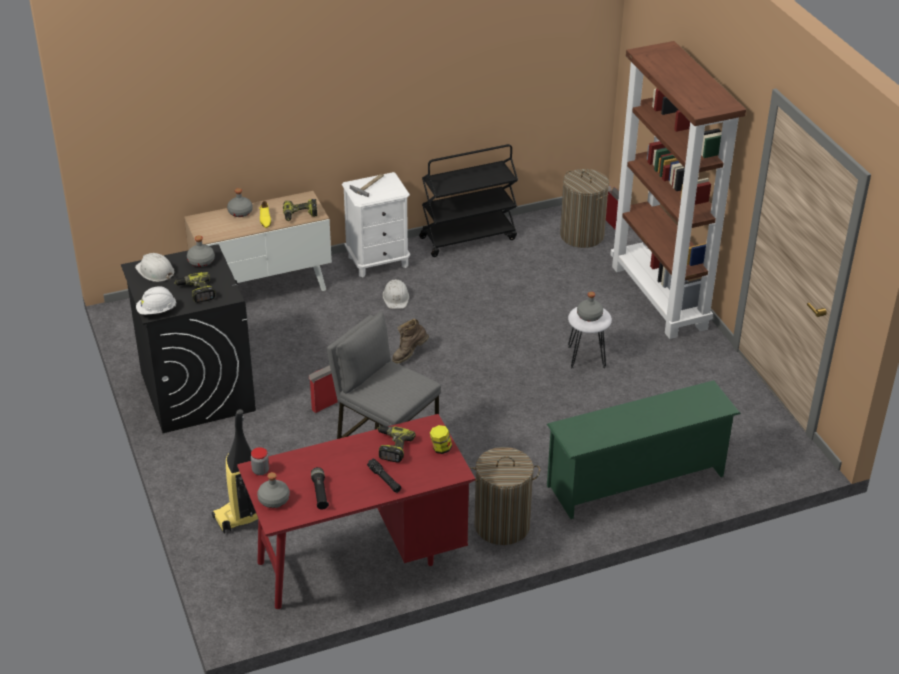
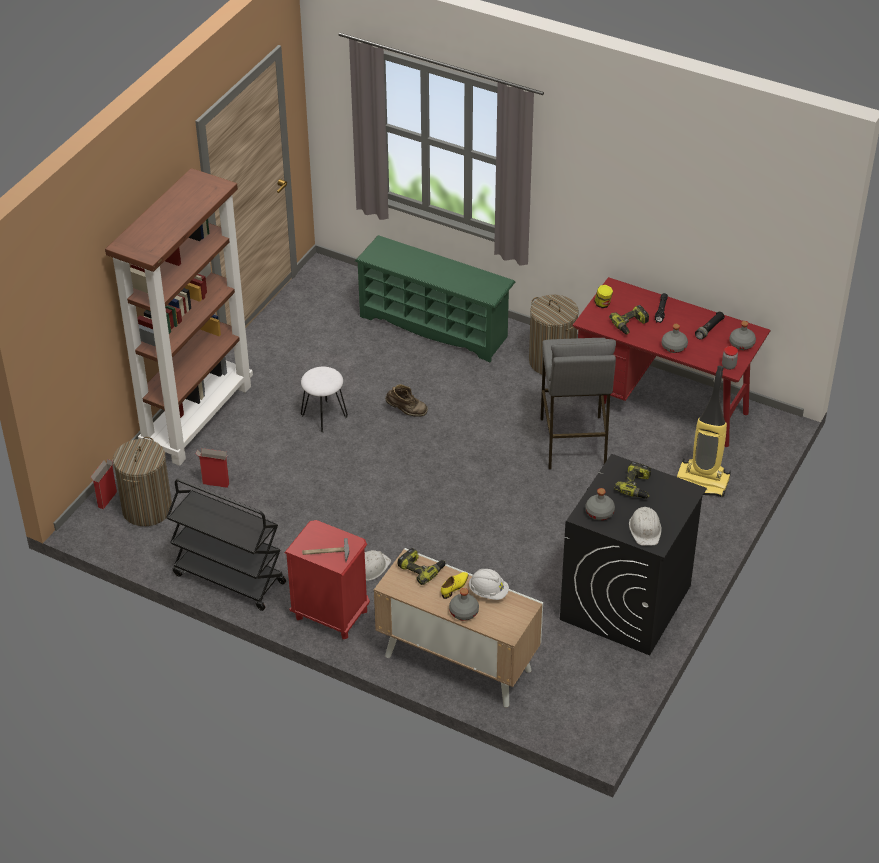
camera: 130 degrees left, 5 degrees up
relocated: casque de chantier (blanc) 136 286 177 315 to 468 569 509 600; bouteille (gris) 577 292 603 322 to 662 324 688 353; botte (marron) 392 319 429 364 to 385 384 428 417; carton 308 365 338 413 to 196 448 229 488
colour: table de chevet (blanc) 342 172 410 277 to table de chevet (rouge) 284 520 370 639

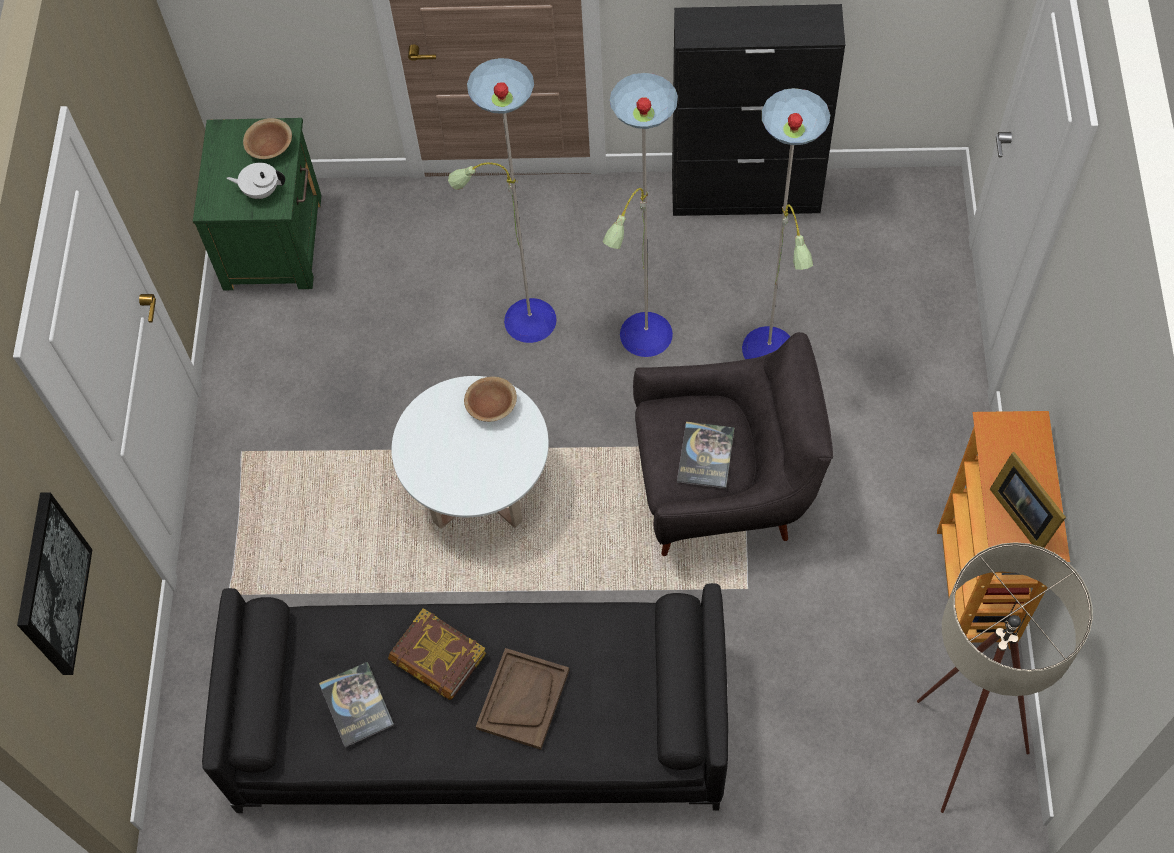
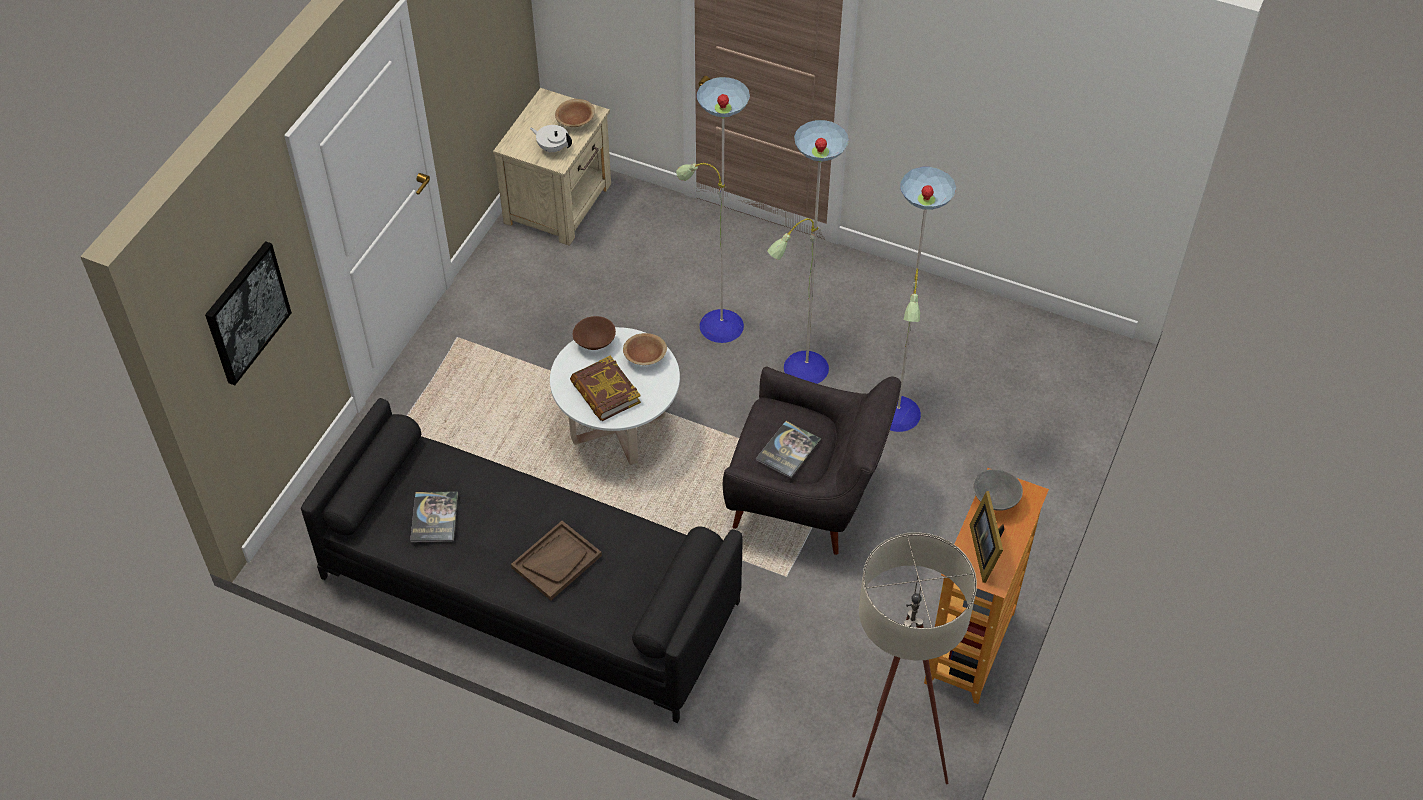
camera: 20 degrees right, 10 degrees down
missing: meuble de rangement (noir) 672 4 845 216
appeared: bol (marron) 573 316 616 350; bol (gris) 973 469 1023 511
relocated: livre 388 608 486 700 to 570 355 641 421
colour: table de chevet (vert) 193 118 321 290 to table de chevet (beige) 493 88 611 246

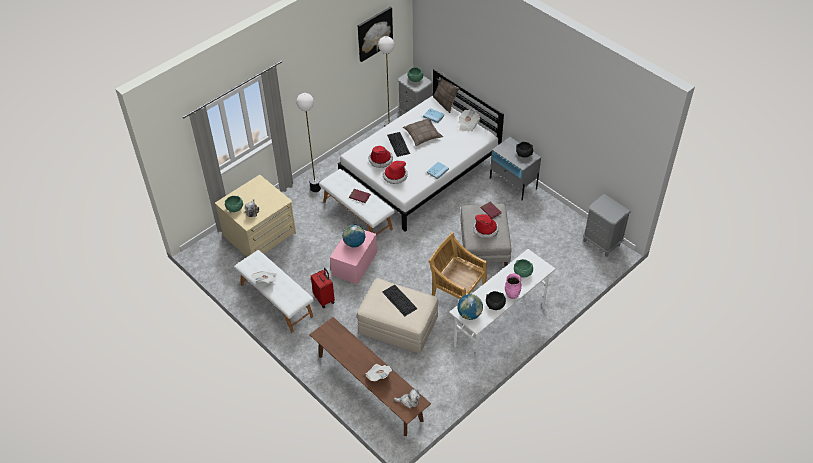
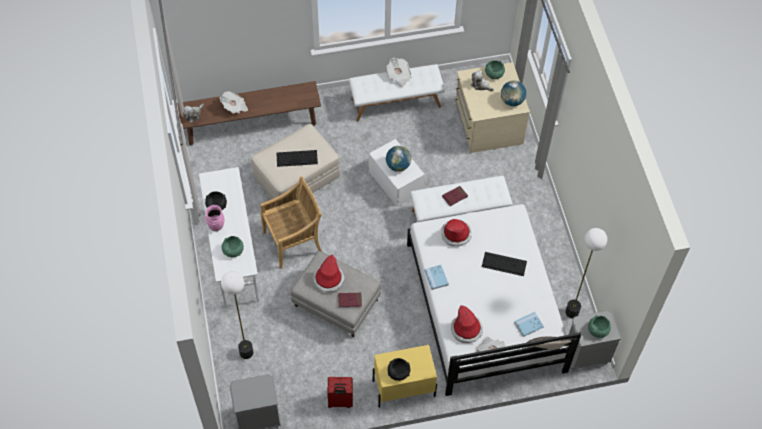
camera: 120 degrees right, 10 degrees up
missing: tableau 358 7 393 62; coussin 403 118 443 146
relocated: lampadaire 296 93 321 192 to 221 271 253 359; chapeau 368 146 393 168 to 451 305 483 343; valise (rouge) 311 268 335 308 to 327 377 353 408; globe 458 294 483 320 to 501 80 526 106
colour: table de chevet (gris) 490 137 541 200 to table de chevet (jaune) 373 345 437 408; boîte de rangement (rose) 330 230 377 285 to boîte de rangement (blanc) 369 139 425 206

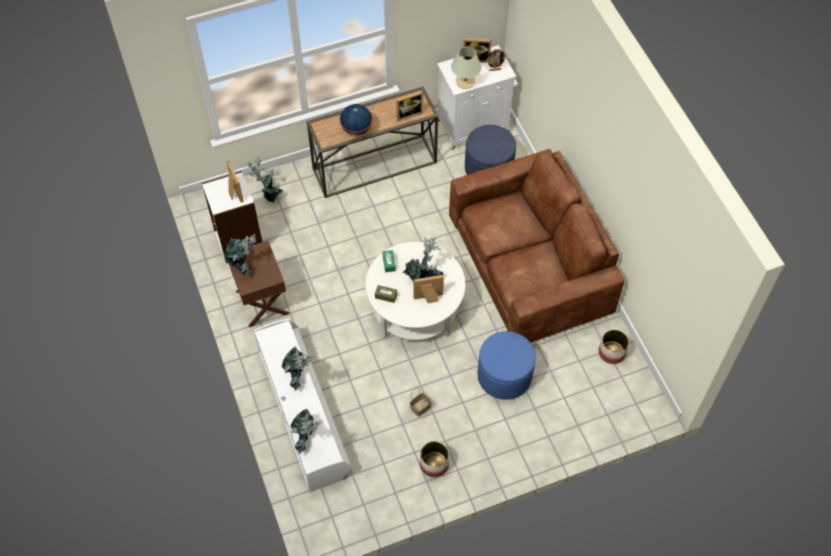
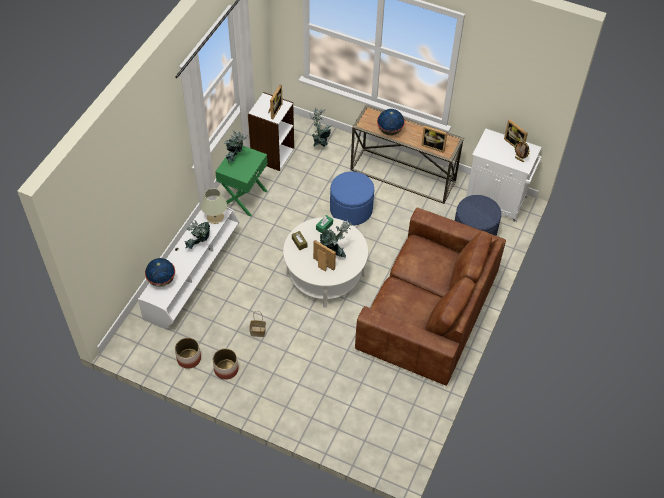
camera: 45 degrees right, 5 degrees down
relocated: lampe de table (beige) 451 47 481 89 to 201 188 227 224; cache-pot 599 329 629 364 to 175 338 201 369; pouf (bleu) 477 331 536 400 to 330 171 374 225
exchanged: plante en pot 290 409 322 454 to globe 145 258 175 287
colour: table de chevet (marron) 229 240 290 327 to table de chevet (vert) 215 145 268 216

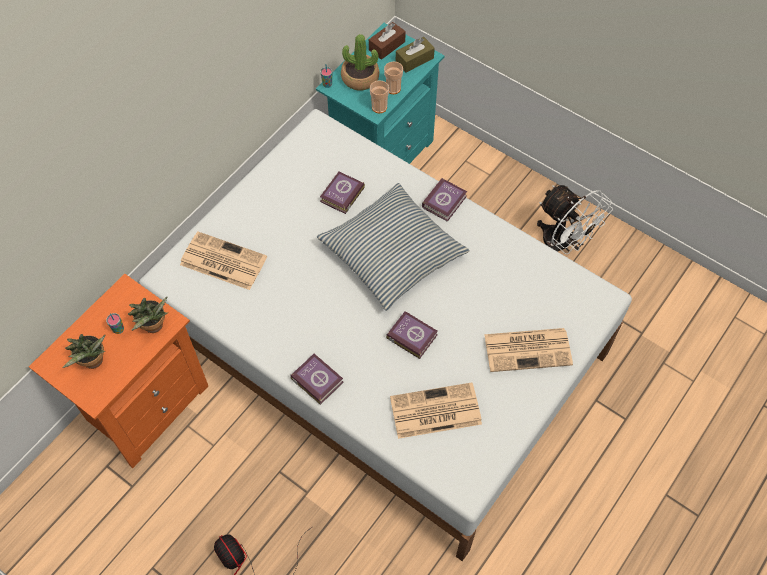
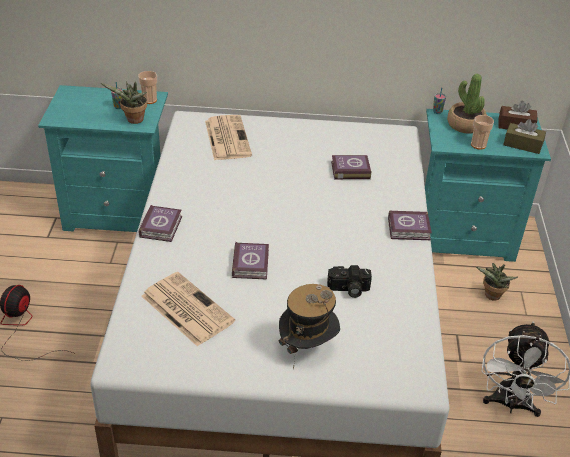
camera: 55 degrees right, 20 degrees down
missing: coussin 317 183 470 311
appeared: appareil photo 327 265 372 298
relocated: tasse 370 80 389 113 to 138 71 157 104; plante en pot 62 334 105 369 to 476 263 518 301
exchanged: journal 484 328 573 372 to chapeau 279 284 340 369
colour: table de chevet (orange) 29 274 208 468 to table de chevet (turquoise) 38 85 168 232

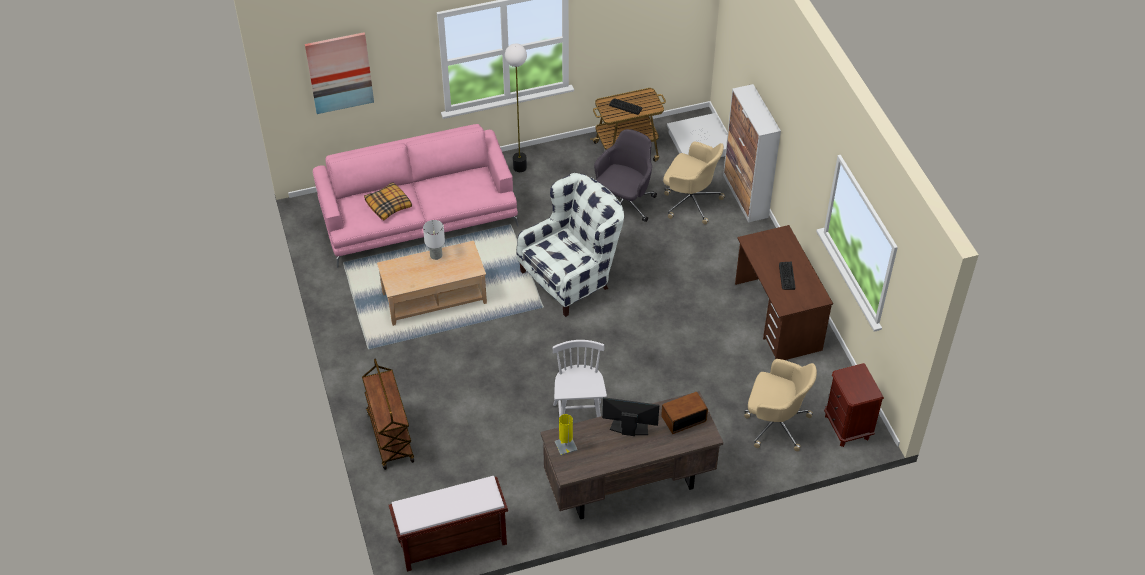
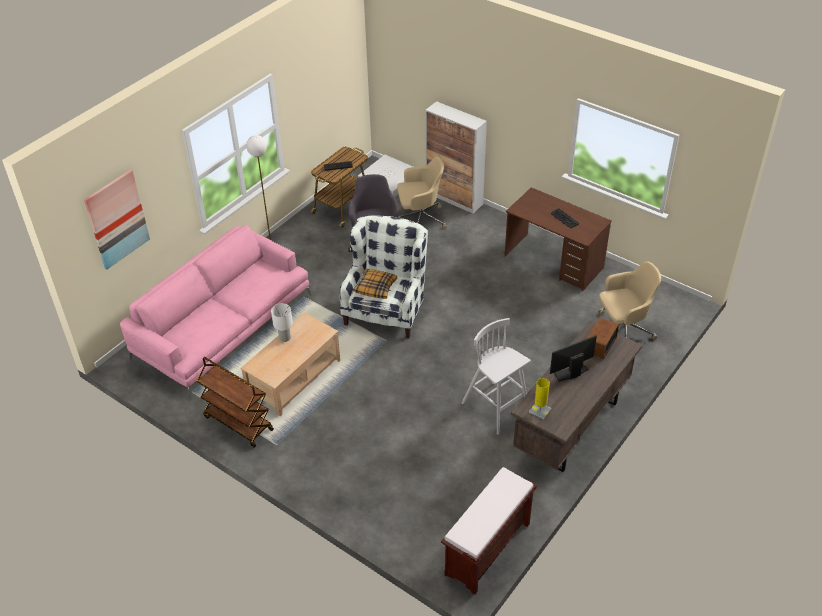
camera: 35 degrees left, 5 degrees down
missing: table de chevet (marron) 824 363 884 447
relocated: coussin 364 182 412 220 to 353 269 397 299; chariot (marron) 362 358 414 470 to 197 357 274 448

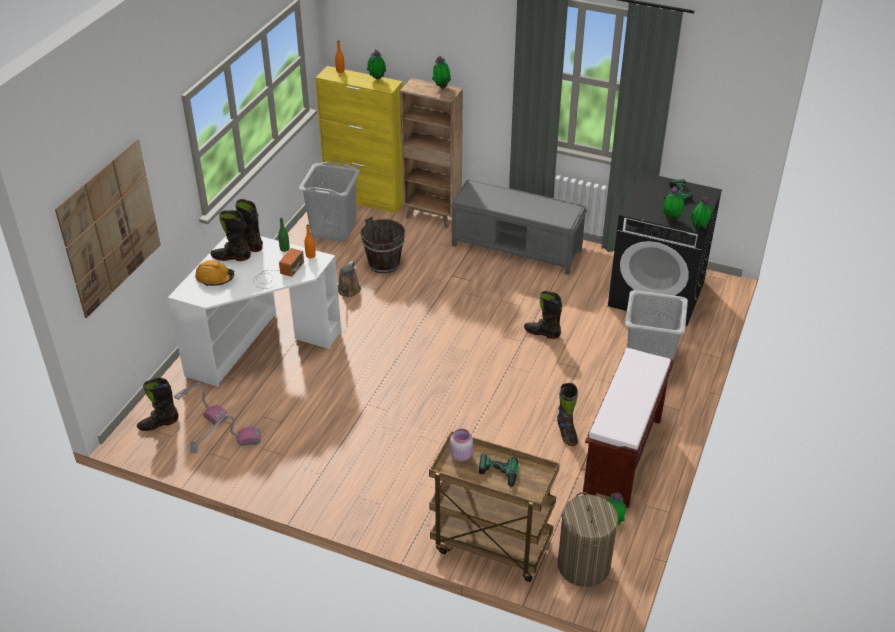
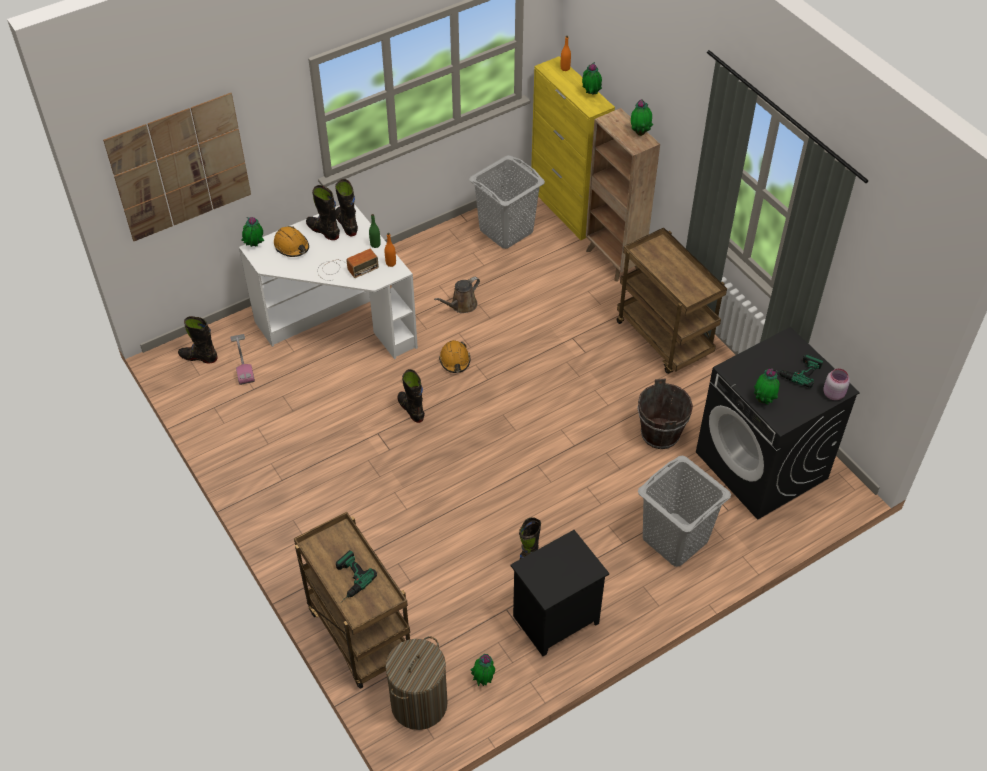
camera: 35 degrees right, 10 degrees up
missing: aspirateur 190 414 260 454
appeared: casque de chantier (orange) 439 340 470 373
relocated: plante en pot 690 197 712 229 to 241 217 265 247; seau (marron) 361 217 405 273 to 637 378 693 449; botte (noir) 524 291 563 339 to 397 369 425 423; bocal (rose) 450 429 473 462 to 823 368 850 400
exchanged: banc (gris) 450 179 587 275 to chariot (marron) 617 228 727 374; banc (marron) 583 348 674 508 to table de chevet (noir) 511 530 609 656

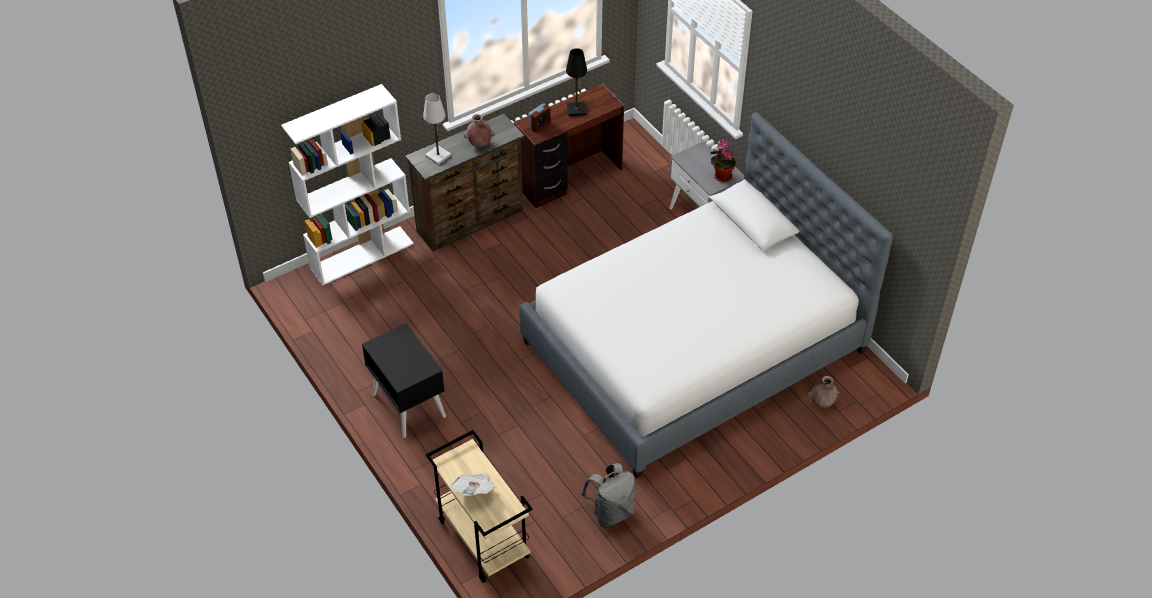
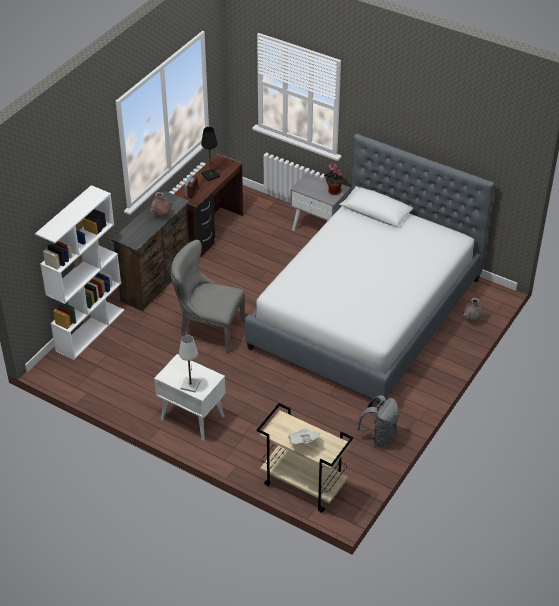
camera: 25 degrees left, 5 degrees down
appeared: chaise (gris) 171 240 245 354
relocated: lampe de table (blanc) 423 93 451 165 to 179 335 201 393
colour: table de chevet (noir) 362 323 446 438 to table de chevet (blanc) 154 354 226 441

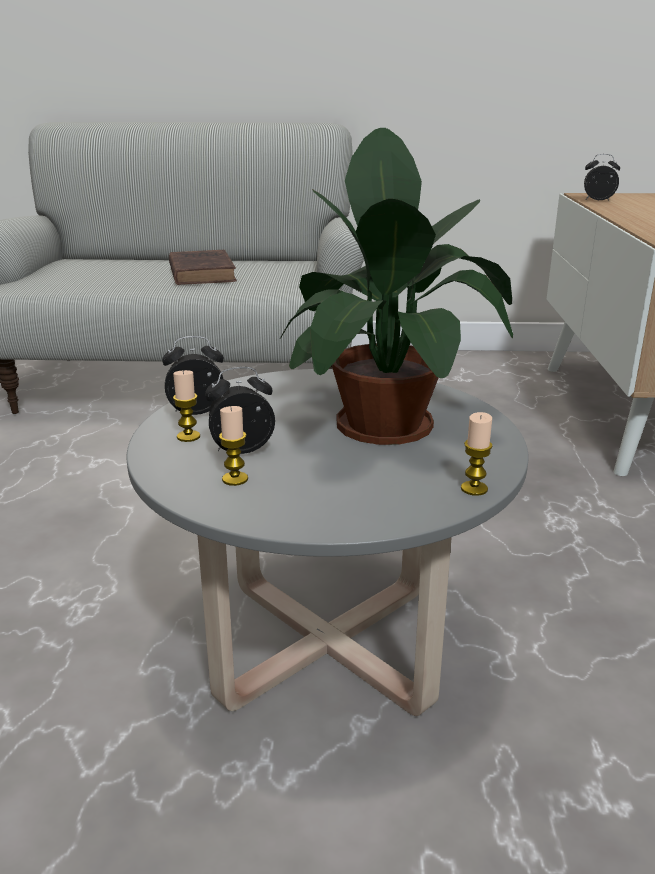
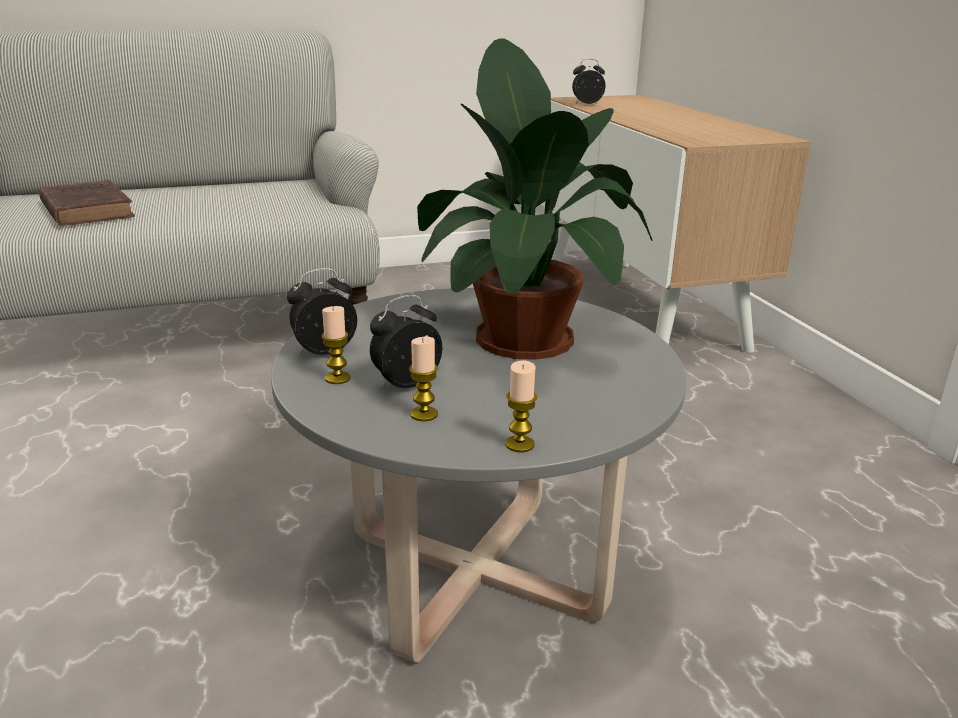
camera: 20 degrees left, 0 degrees up
relocated: livre (marron) 169 250 237 285 to 39 180 135 226; bougie 461 412 492 496 to 505 360 537 453

